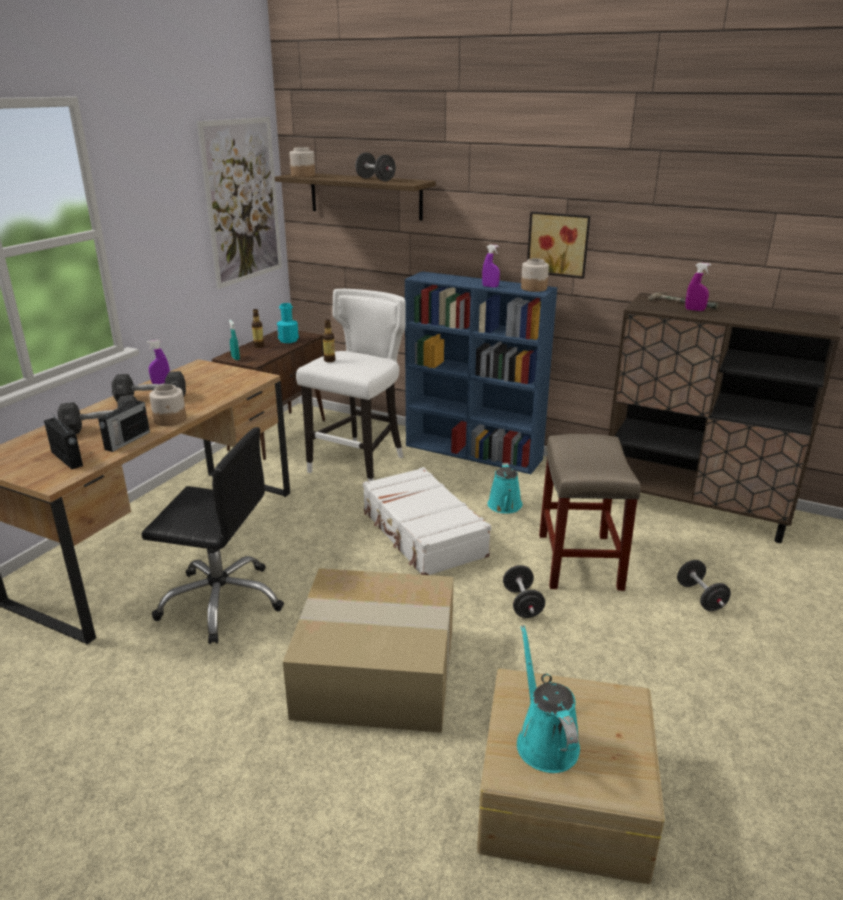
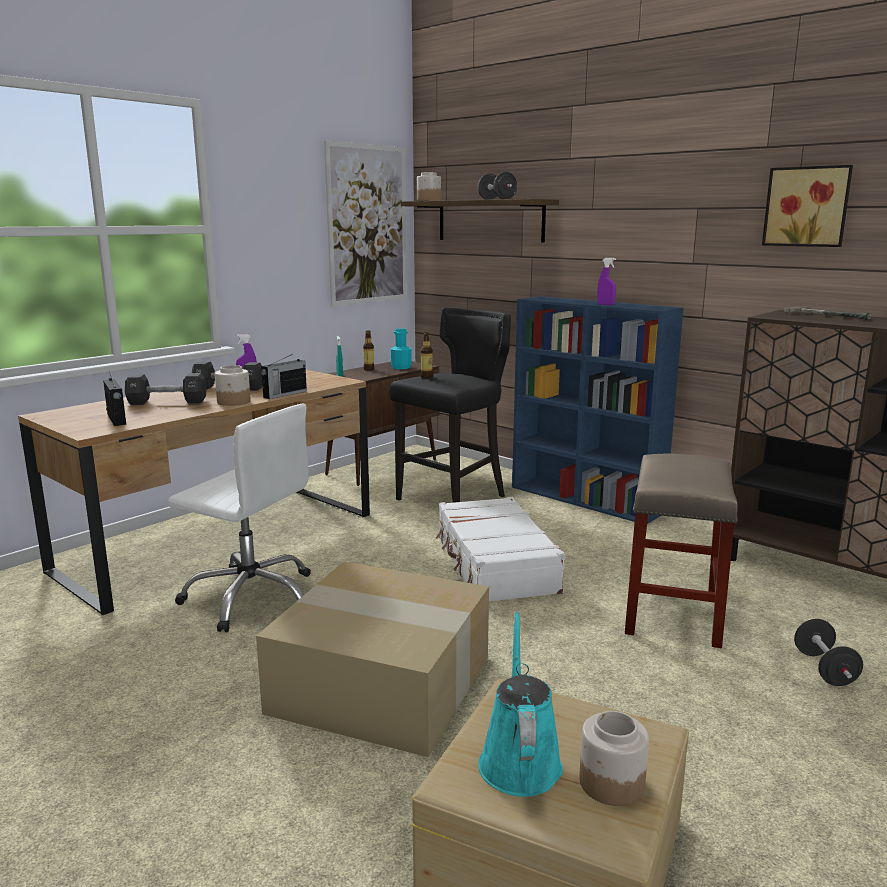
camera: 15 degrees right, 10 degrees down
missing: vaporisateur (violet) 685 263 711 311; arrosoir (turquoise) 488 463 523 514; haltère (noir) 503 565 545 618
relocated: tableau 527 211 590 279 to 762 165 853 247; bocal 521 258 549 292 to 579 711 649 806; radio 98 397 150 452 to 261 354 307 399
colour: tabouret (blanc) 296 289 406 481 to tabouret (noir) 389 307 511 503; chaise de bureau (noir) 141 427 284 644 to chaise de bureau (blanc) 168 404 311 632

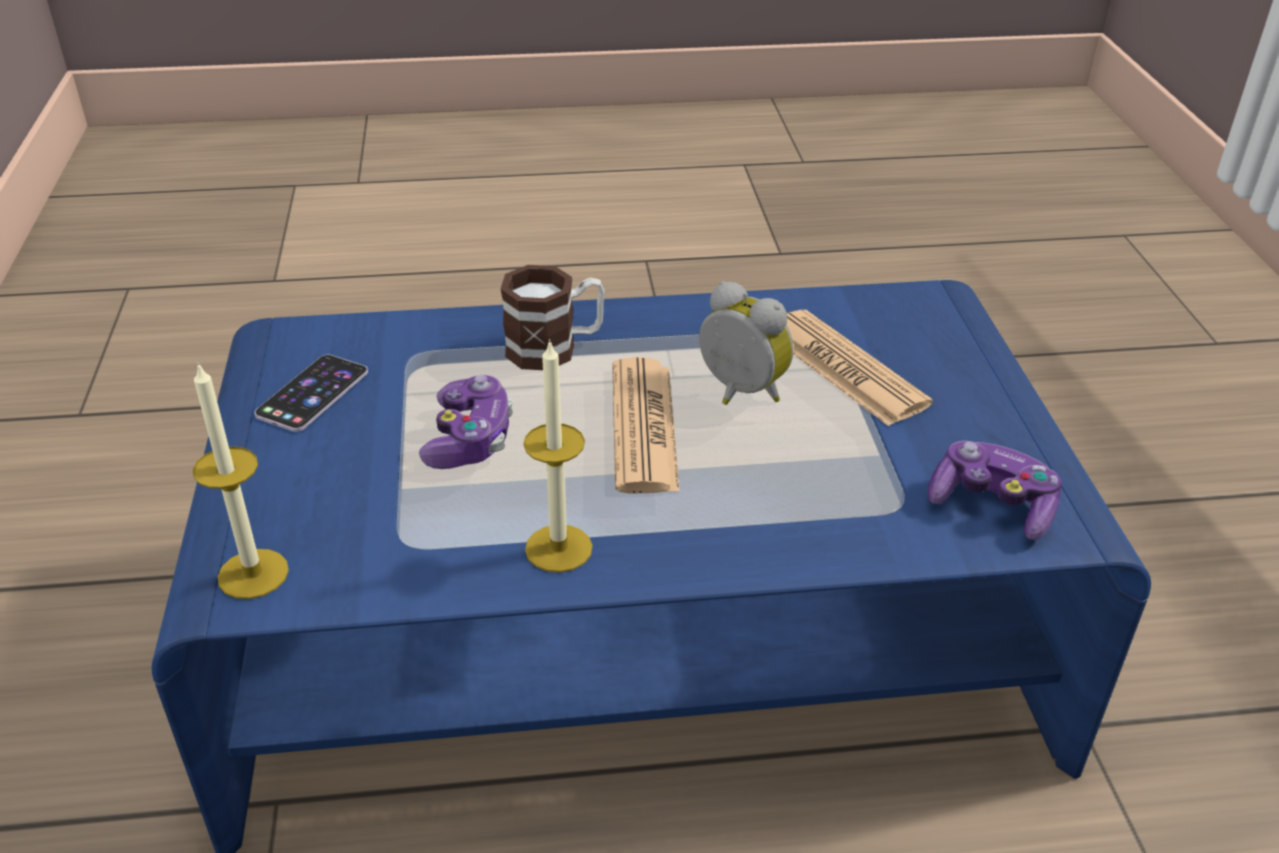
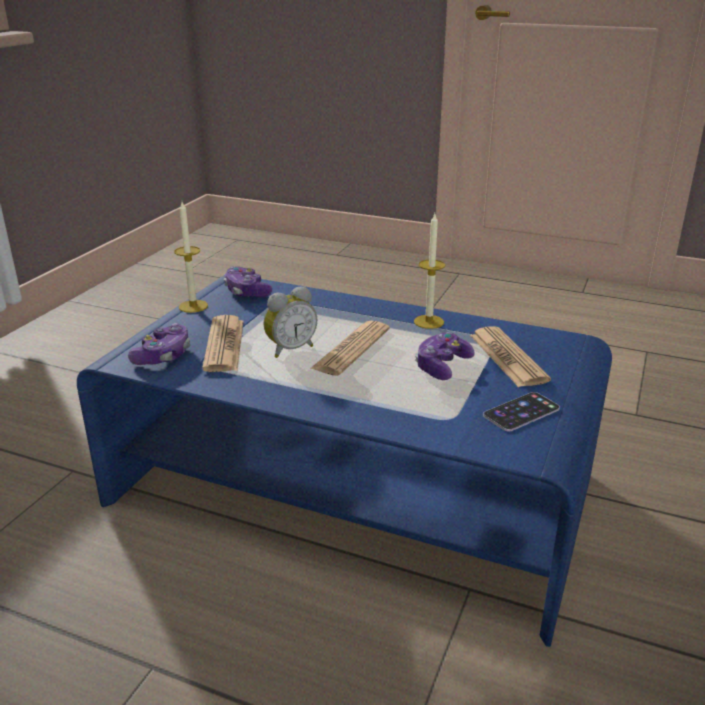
camera: 150 degrees left, 10 degrees down
missing: mug 501 265 605 370
appeared: manette 128 323 190 365; journal 470 326 551 387
relocated: bougie 193 362 289 599 to 175 202 208 313
spun: réveil 699 281 793 405 = 264 286 317 358 105 degrees counterclockwise

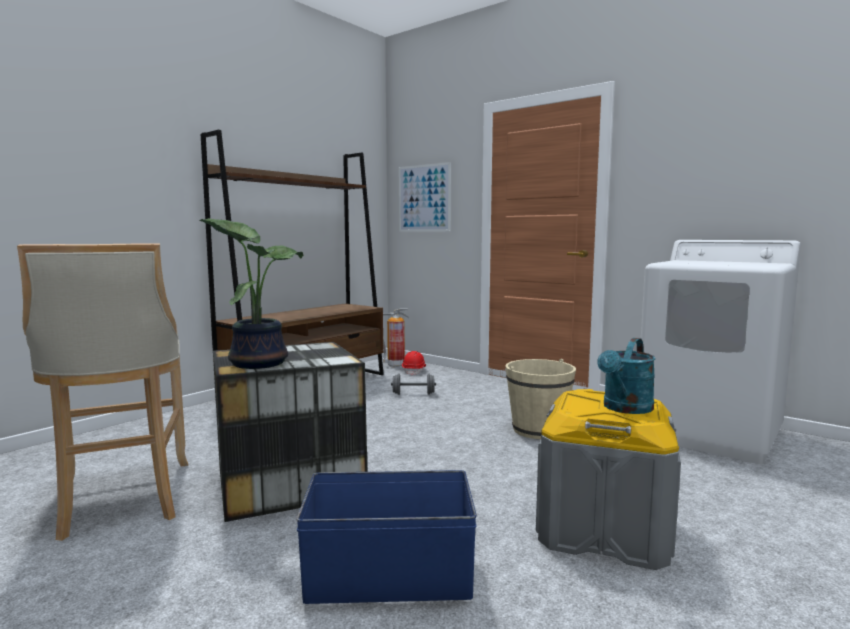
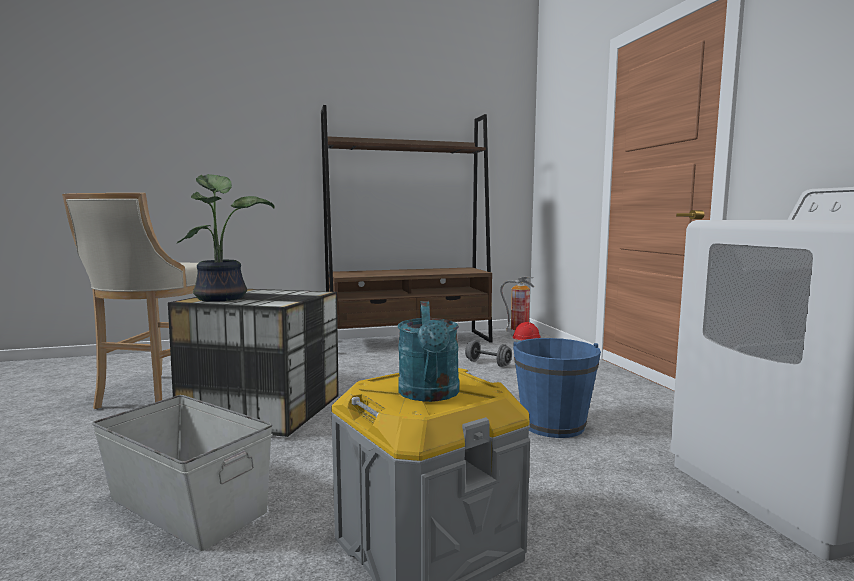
camera: 35 degrees right, 0 degrees up
missing: tableau 399 162 451 232
colour: seau (beige) 505 359 576 439 to seau (bleu) 513 338 601 438; boîte de rangement (bleu) 296 470 477 604 to boîte de rangement (gris) 92 395 273 551
spun: arrosoir (turquoise) 597 338 656 414 = 398 301 460 402 75 degrees counterclockwise

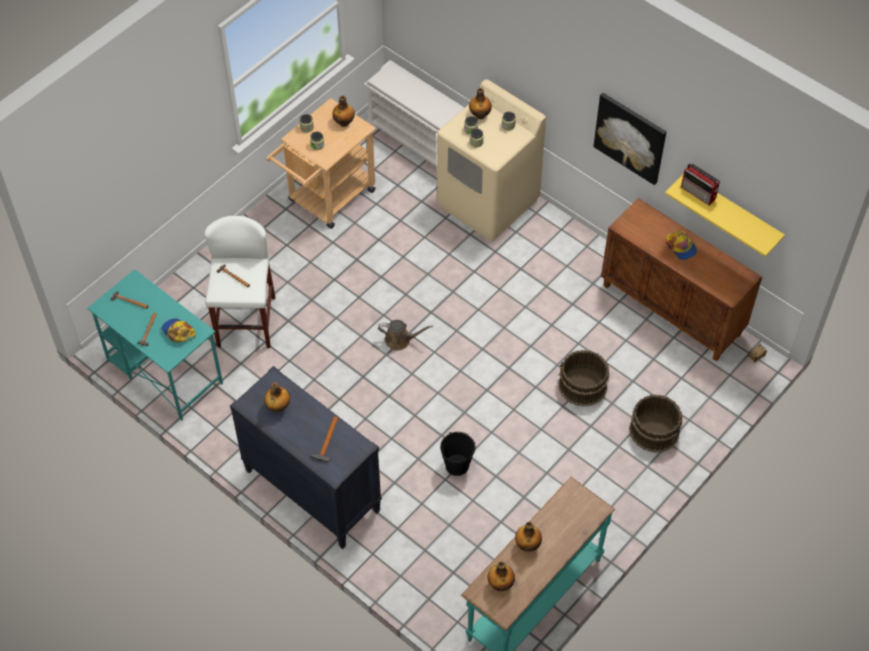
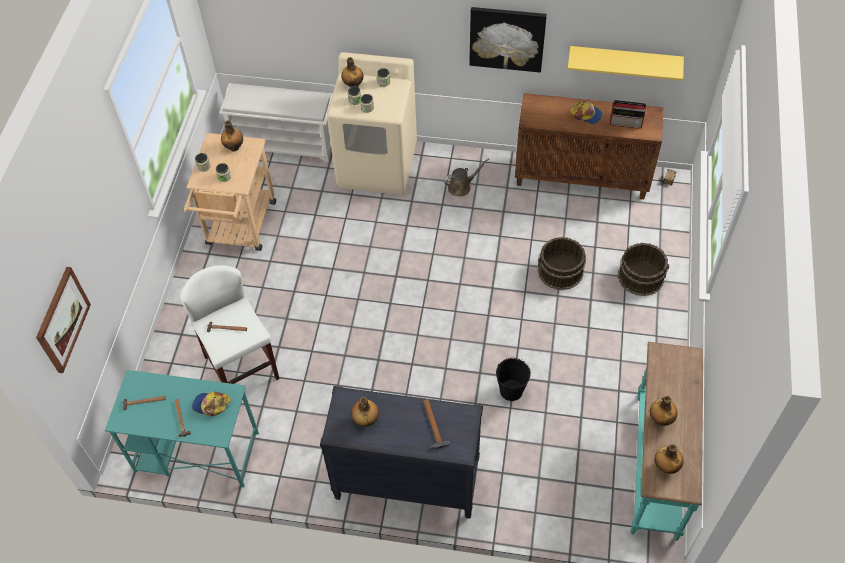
camera: 30 degrees left, 0 degrees up
appeared: tableau 36 267 91 373
relocated: radio 681 163 720 206 to 610 100 647 129; arrosoir (marron) 378 320 433 351 to 443 158 489 196

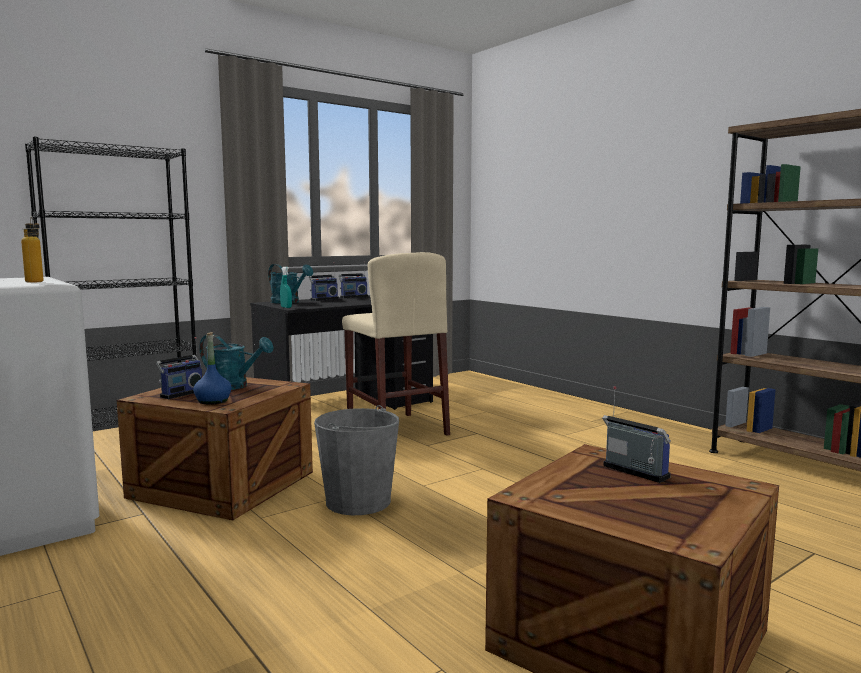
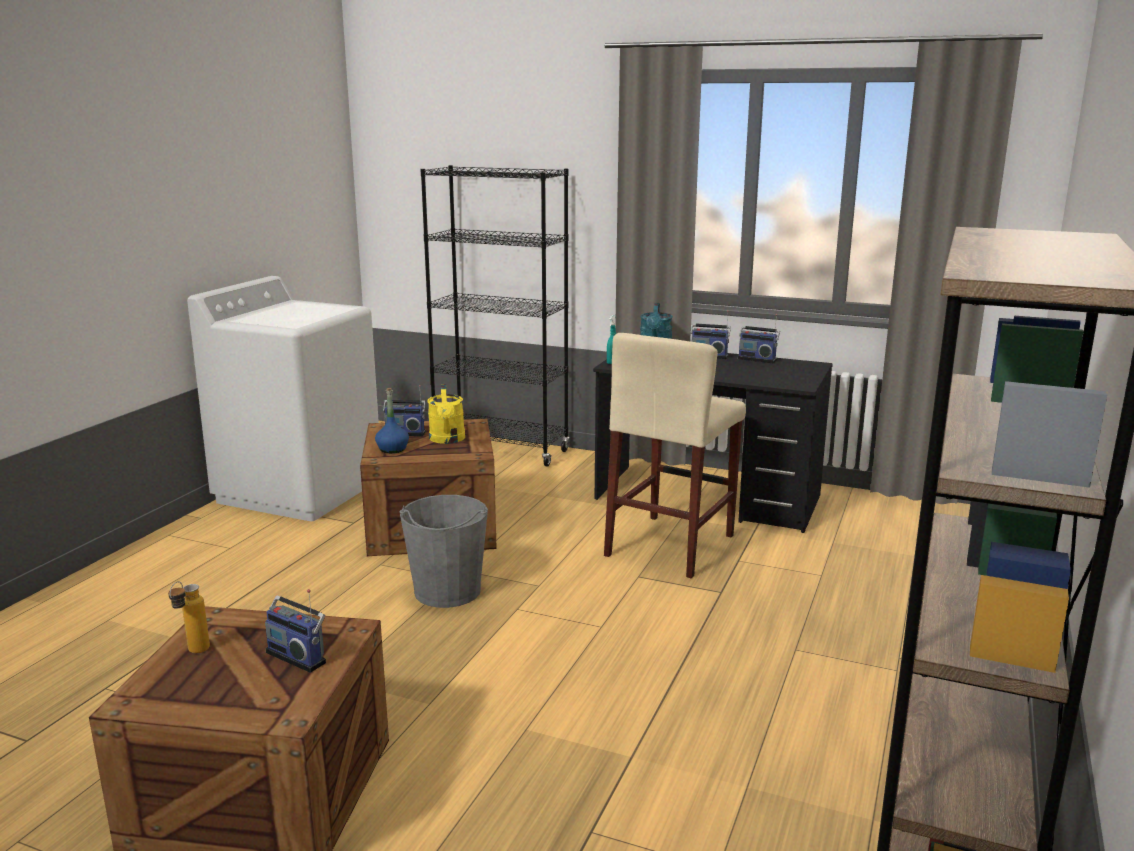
camera: 60 degrees right, 10 degrees up
relocated: bouteille 21 216 43 283 to 168 581 210 653
colour: arrosoir (turquoise) 199 334 274 390 to arrosoir (jaune) 428 384 465 444
spun: radio 602 386 671 483 = 265 589 326 673 105 degrees clockwise

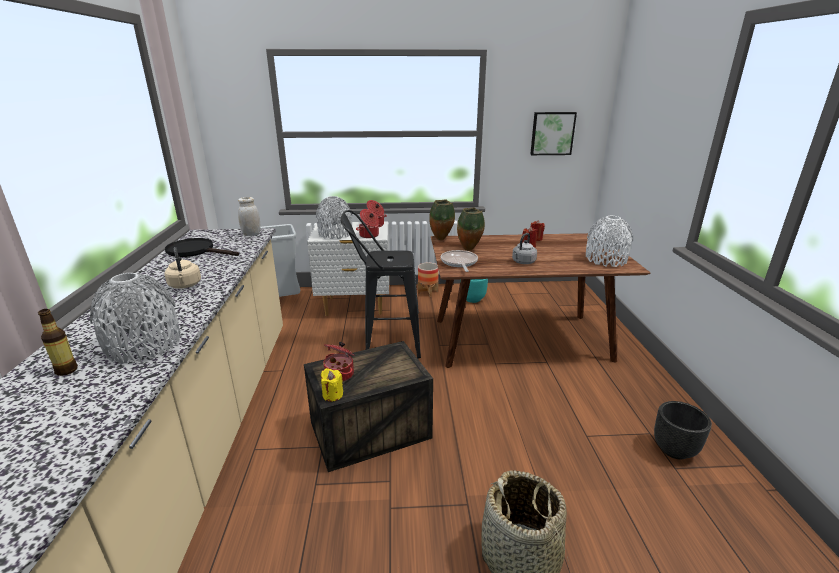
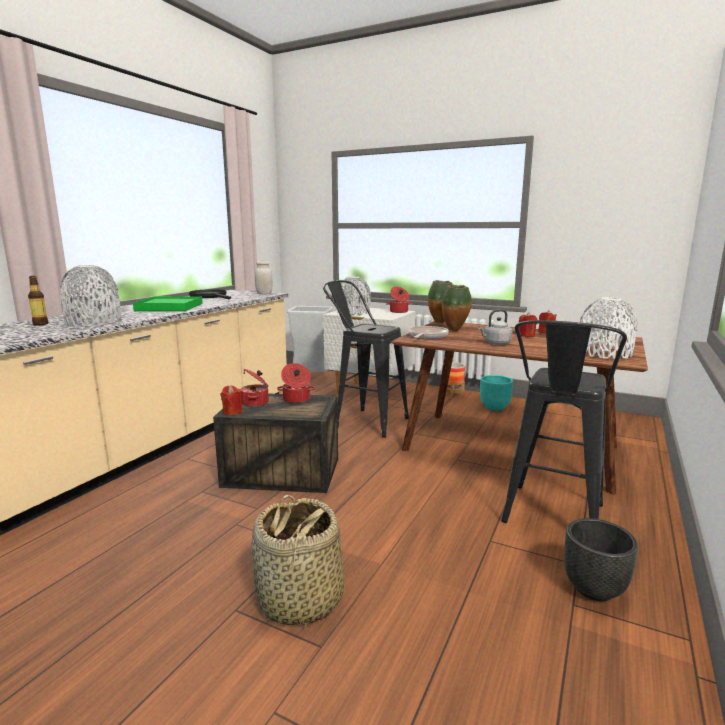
camera: 30 degrees right, 10 degrees down
missing: tableau 530 112 577 155
appeared: tabouret (noir) 501 320 627 523
relocated: marmite 356 209 382 238 to 277 363 315 404
exchanged: bouilloire (beige) 164 247 201 289 to plateau (vert) 133 296 203 311
colour: bougie (jaune) 321 368 343 402 to bougie (rouge) 220 386 243 415

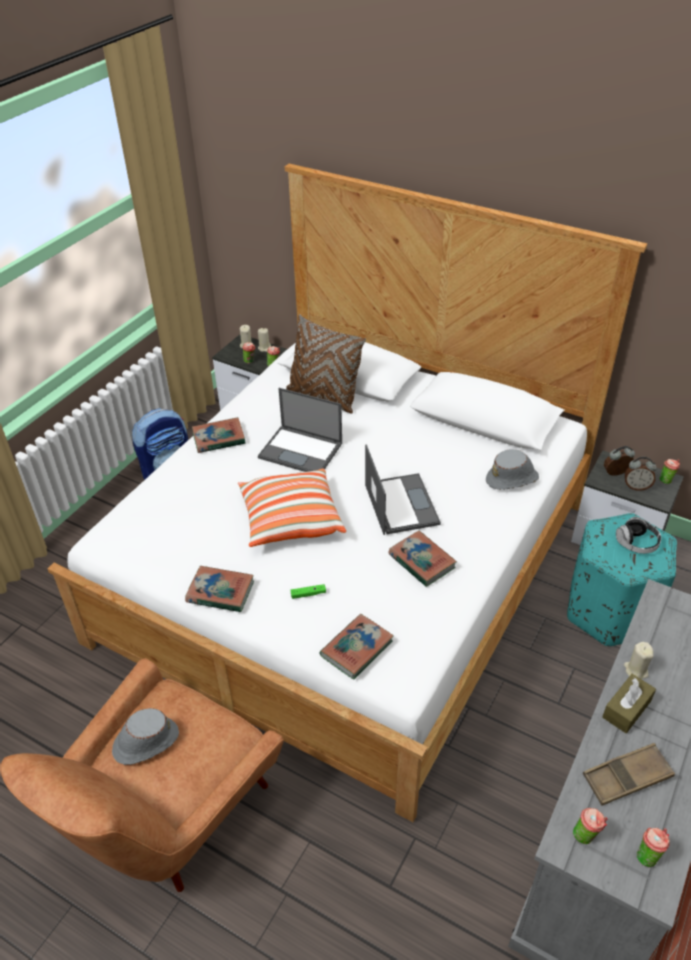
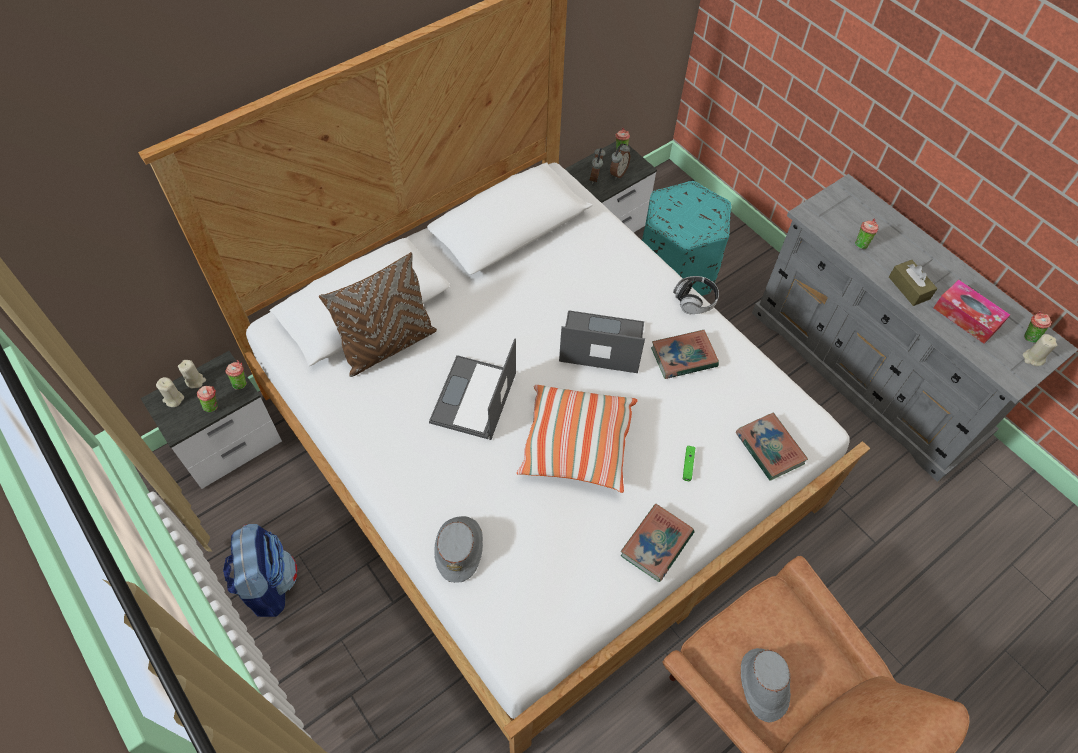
camera: 70 degrees left, 15 degrees up
missing: livre 192 417 245 453
relocated: chapeau (gris) 486 449 539 490 to 434 516 483 583; casque audio 616 517 661 554 to 673 276 719 314; bougie (beige) 624 642 654 679 to 1023 334 1057 366; tasse 573 808 607 844 to 855 219 879 249
exchanged: plateau (marron) 583 743 675 806 to boîte à mouchoirs 933 280 1010 344
spun: ordinateur portable 258 388 342 472 = 429 338 516 440 150 degrees clockwise

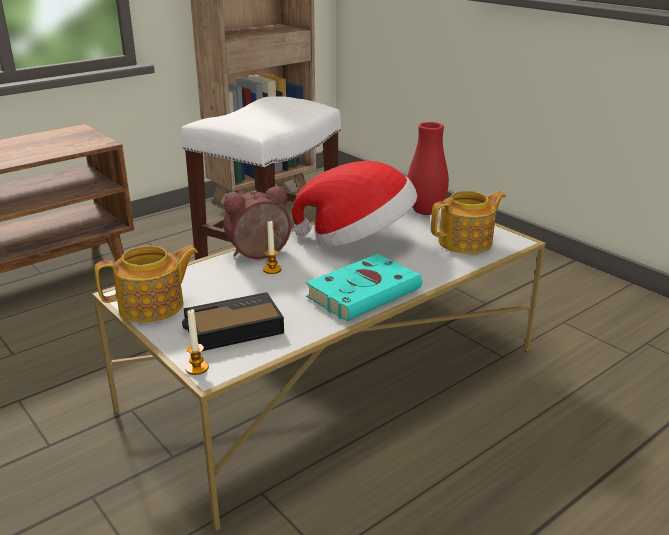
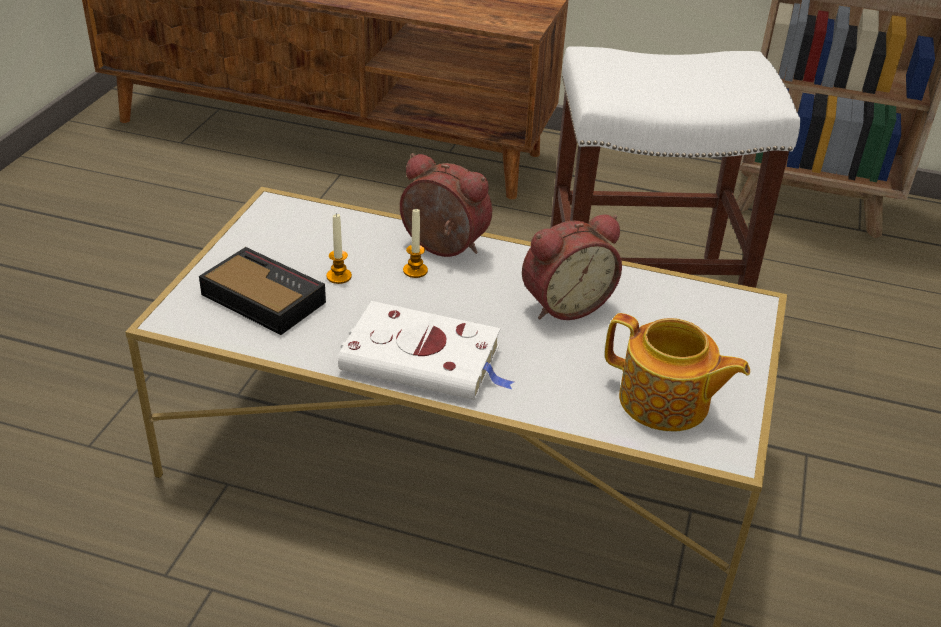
camera: 55 degrees right, 10 degrees up
missing: vase (rouge) 407 122 449 215; théière 95 245 198 323
relocated: bougie 185 309 209 375 to 326 213 352 284
exchanged: chapeau 292 161 417 247 to réveil 522 215 622 320
colour: livre (turquoise) 306 254 422 321 to livre (blanc) 338 301 514 400

